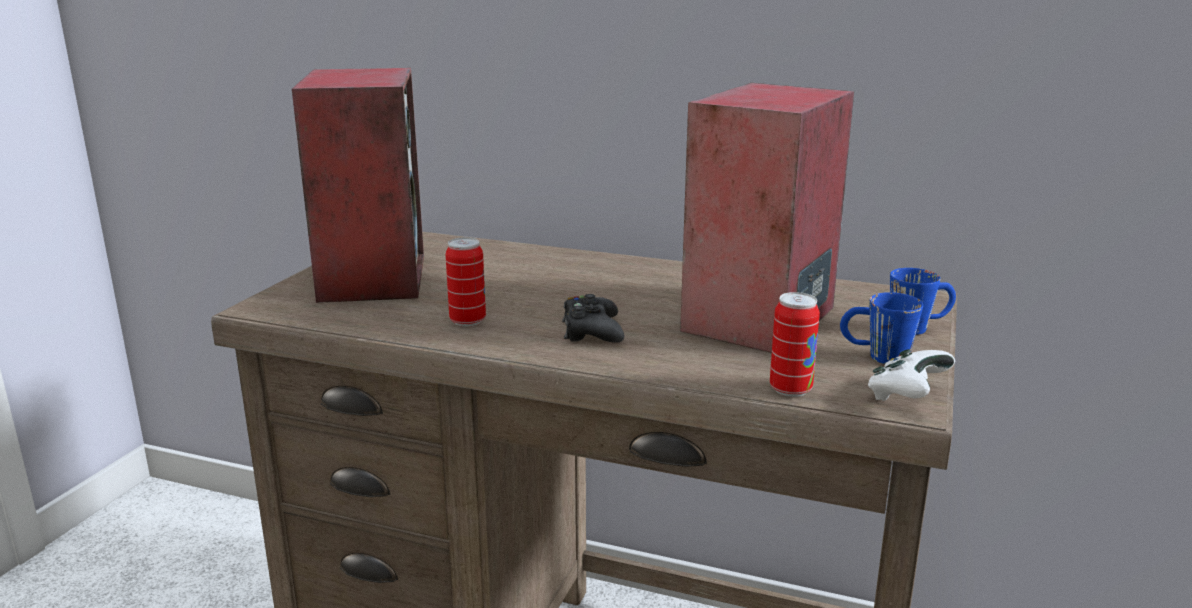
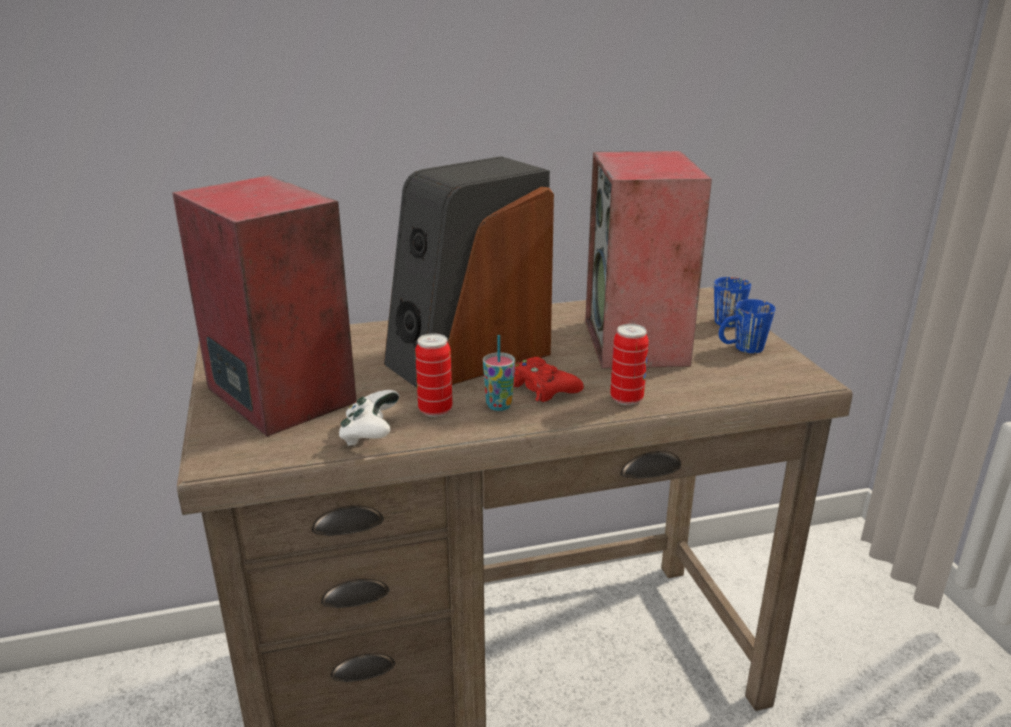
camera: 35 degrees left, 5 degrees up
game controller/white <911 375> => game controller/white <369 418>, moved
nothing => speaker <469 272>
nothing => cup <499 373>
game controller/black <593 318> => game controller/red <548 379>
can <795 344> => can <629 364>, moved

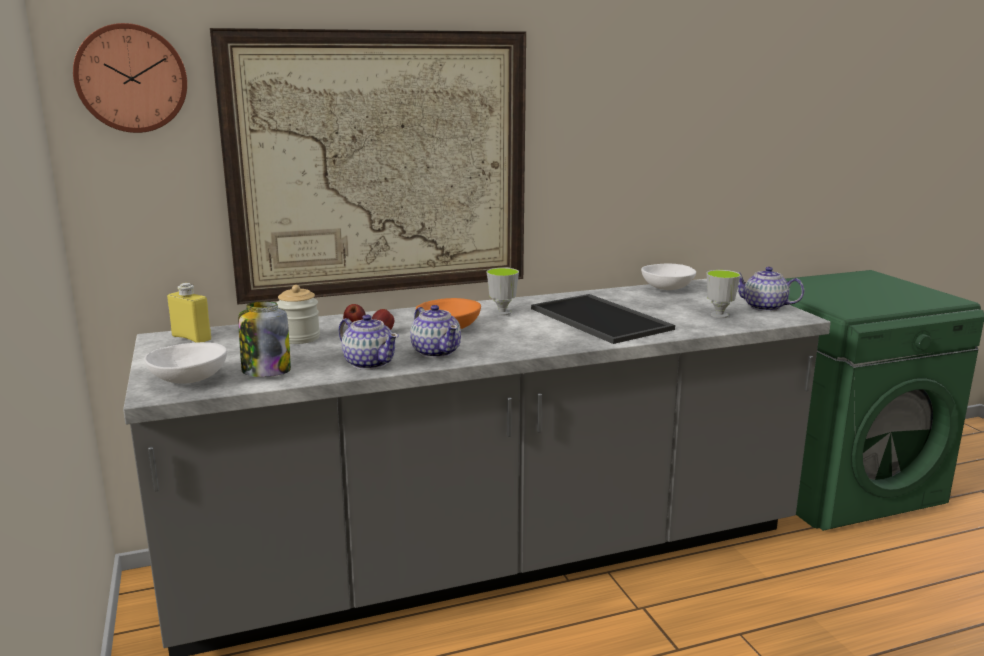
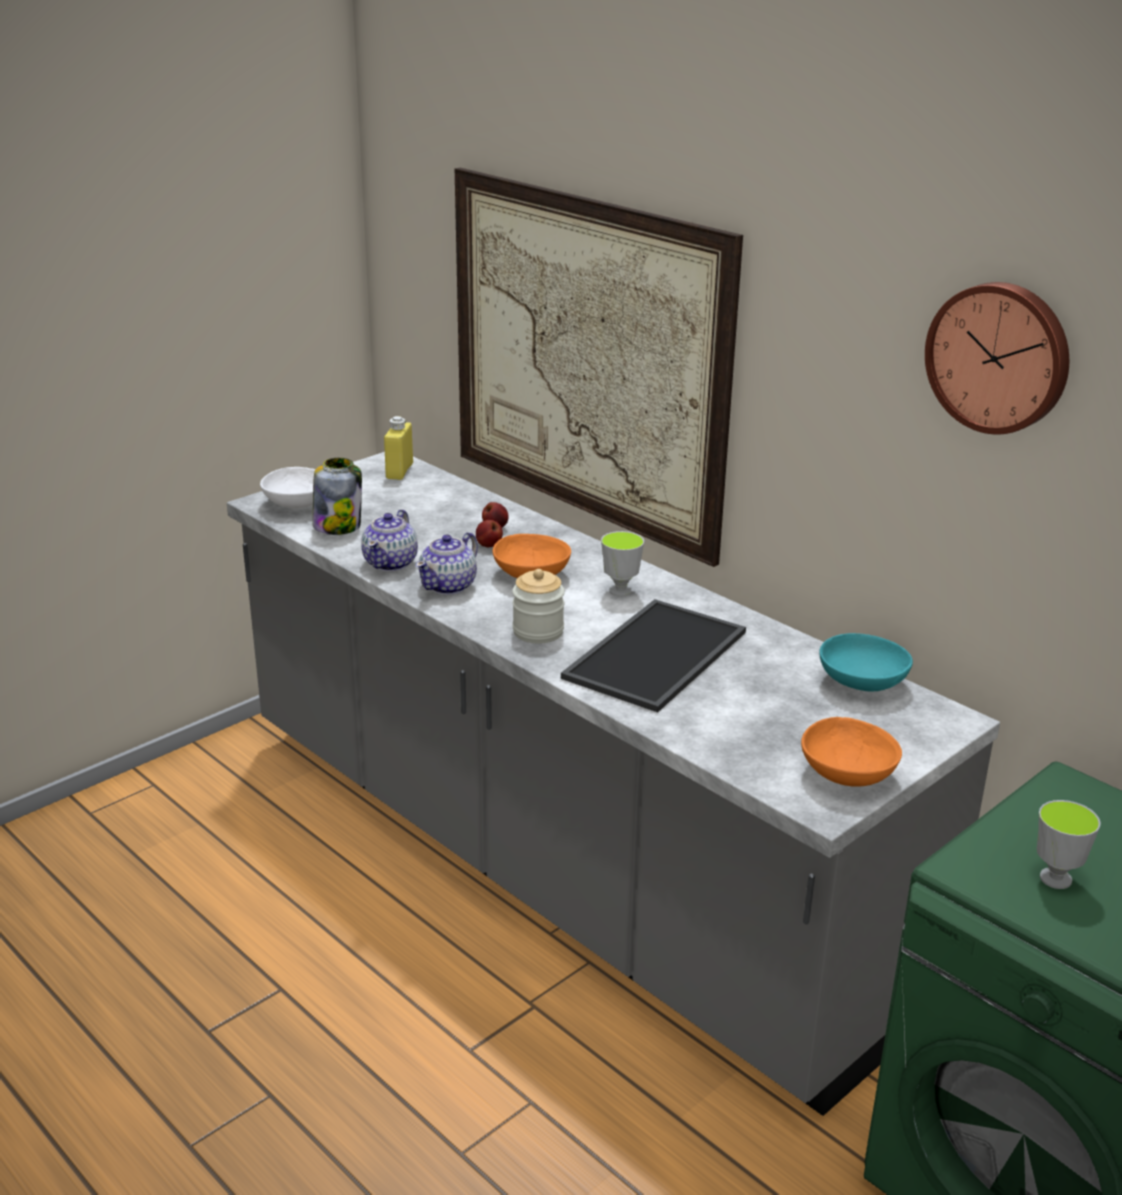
camera: 65 degrees right, 10 degrees up
jar <298 314> => jar <538 606>, moved
teapot <771 289> => bowl/orange <851 752>
bowl/white <668 277> => bowl/turquoise <866 662>
wall clock <130 78> => wall clock <997 358>, moved
cup <723 294> => cup <1069 844>, moved

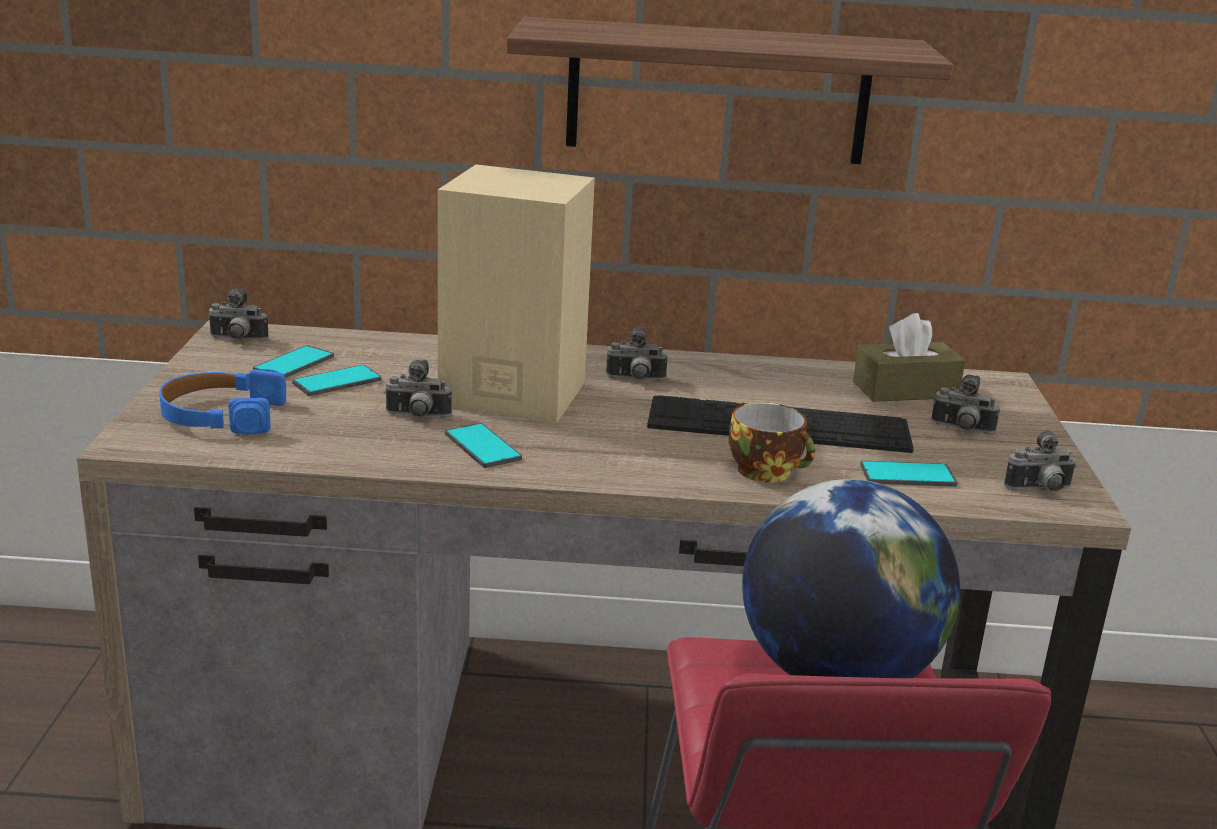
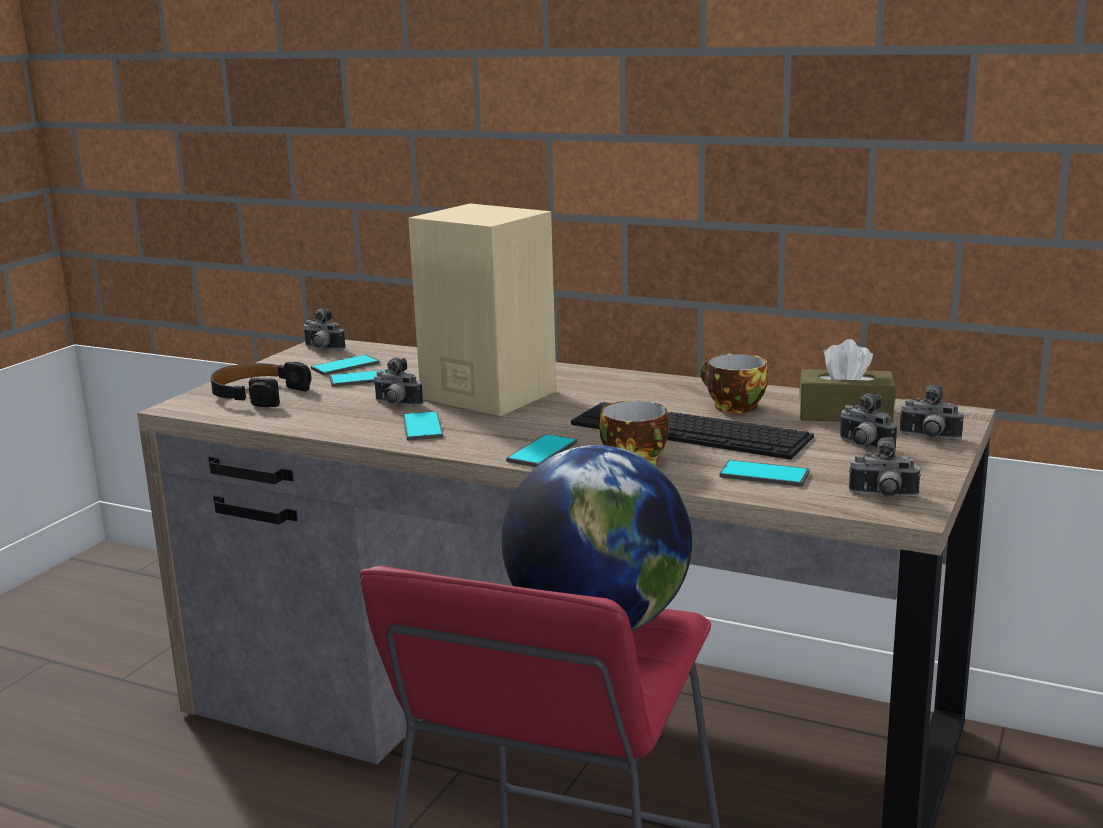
camera: 25 degrees right, 5 degrees down
headphones/blue <222 402> => headphones/black <261 384>
nothing => phone <541 450>
nothing => cup <734 383>
photo camera <637 353> => photo camera <931 412>, moved
shelf <730 90> => nothing

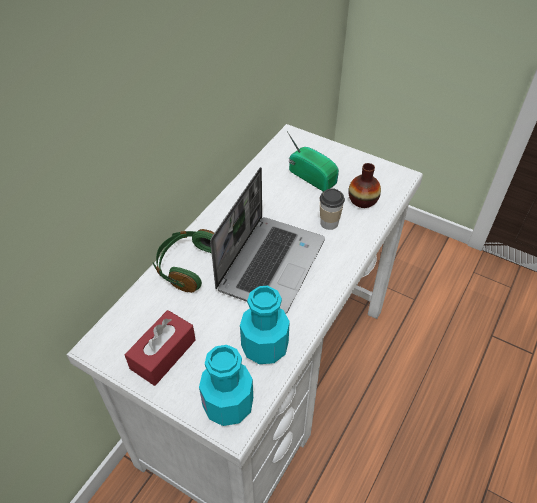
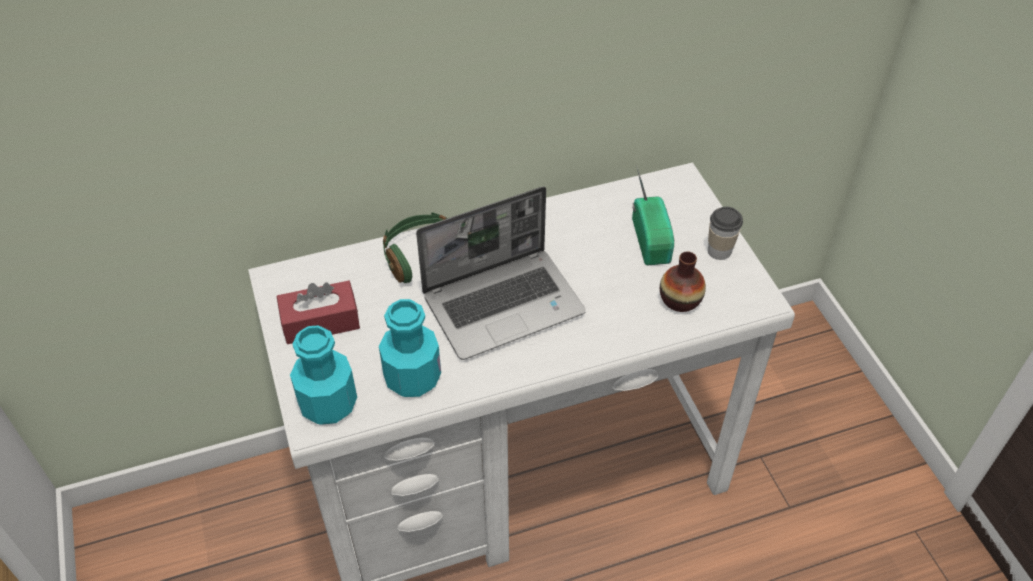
camera: 40 degrees right, 0 degrees up
cup <332 209> => cup <725 233>, moved

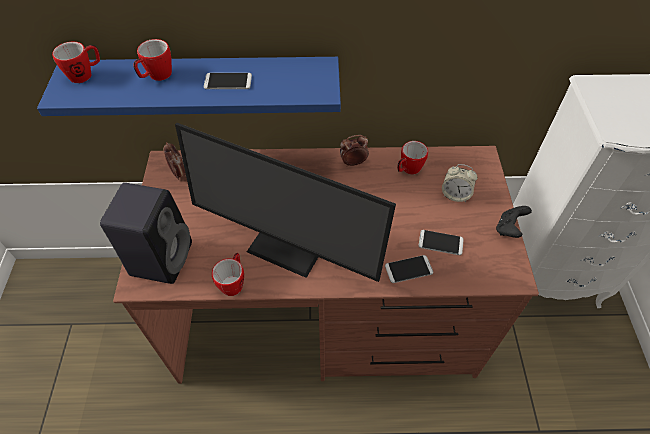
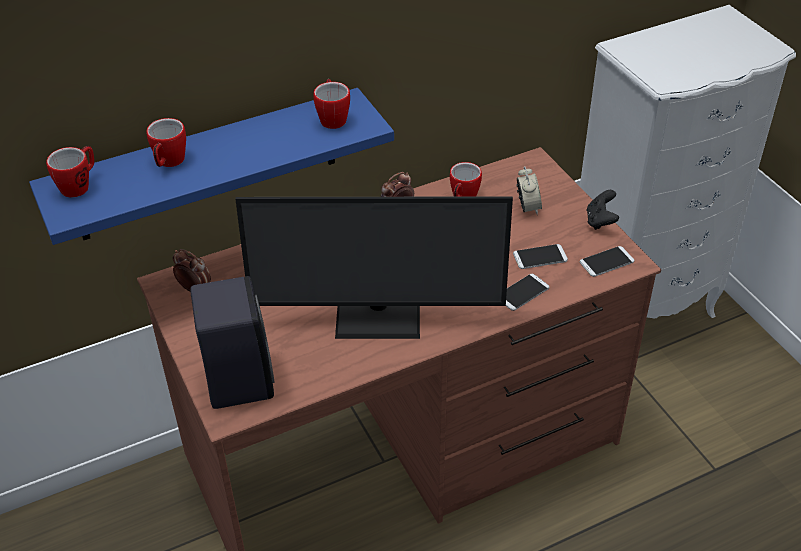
camera: 25 degrees left, 10 degrees down
mug <228 274> => mug <331 104>, moved
alarm clock <460 183> => alarm clock <529 190>, 90 degrees counterclockwise
phone <228 81> => phone <607 261>, moved

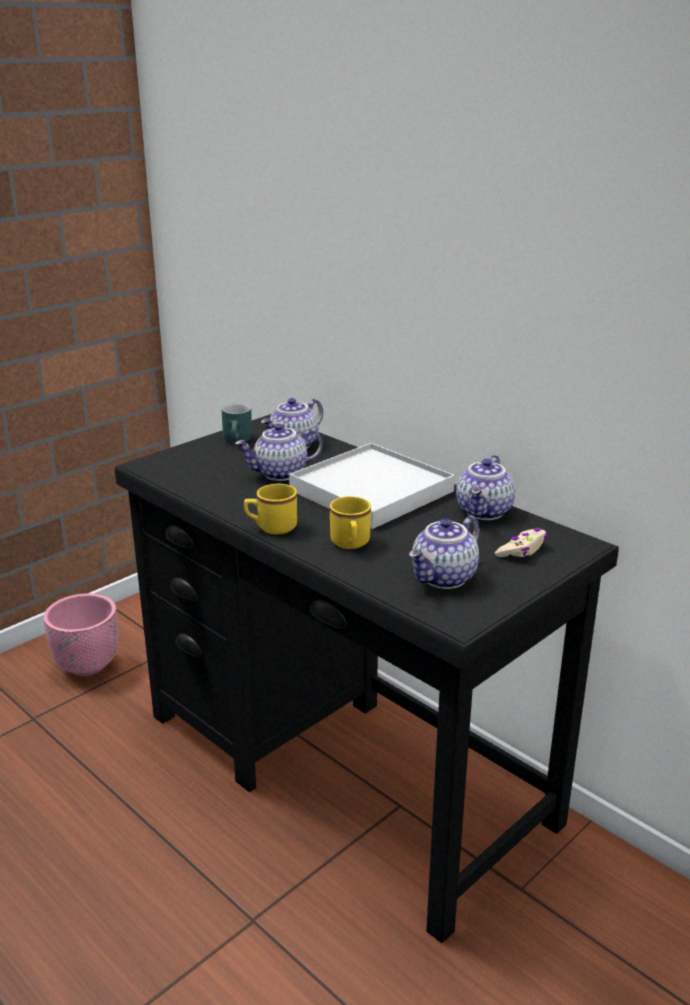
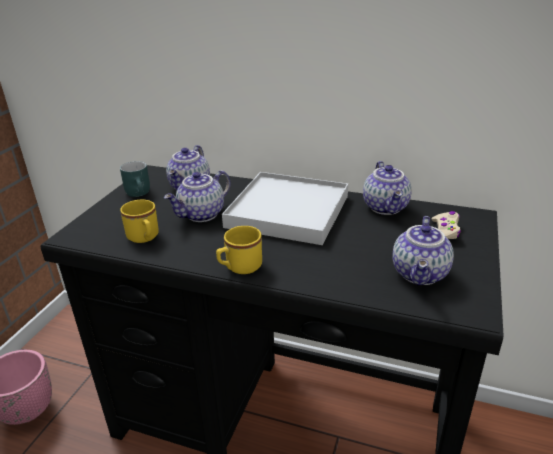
camera: 25 degrees left, 5 degrees up
mug/yellow <350 522> => mug/yellow <139 221>, moved

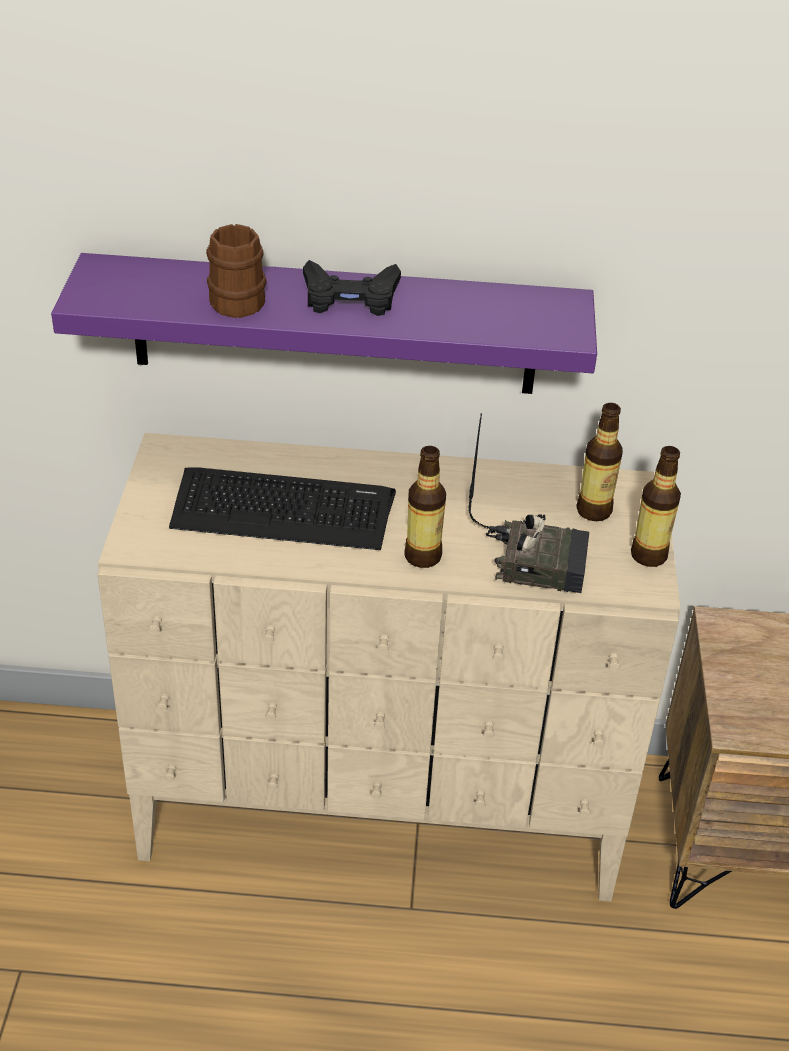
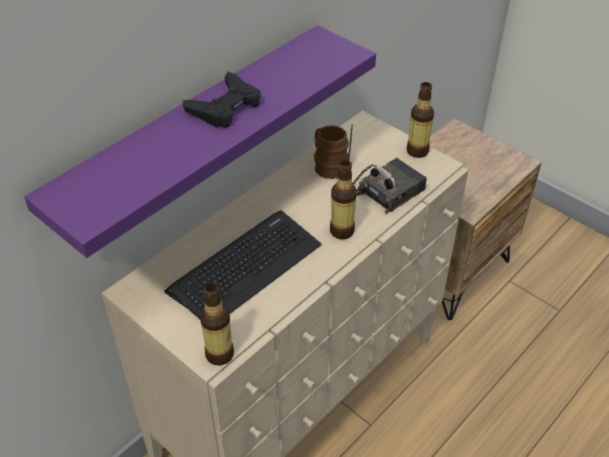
camera: 50 degrees left, 5 degrees up
bottle <599 462> => bottle <217 324>, moved
mug/brown <236 271> => mug/brown <331 152>, moved

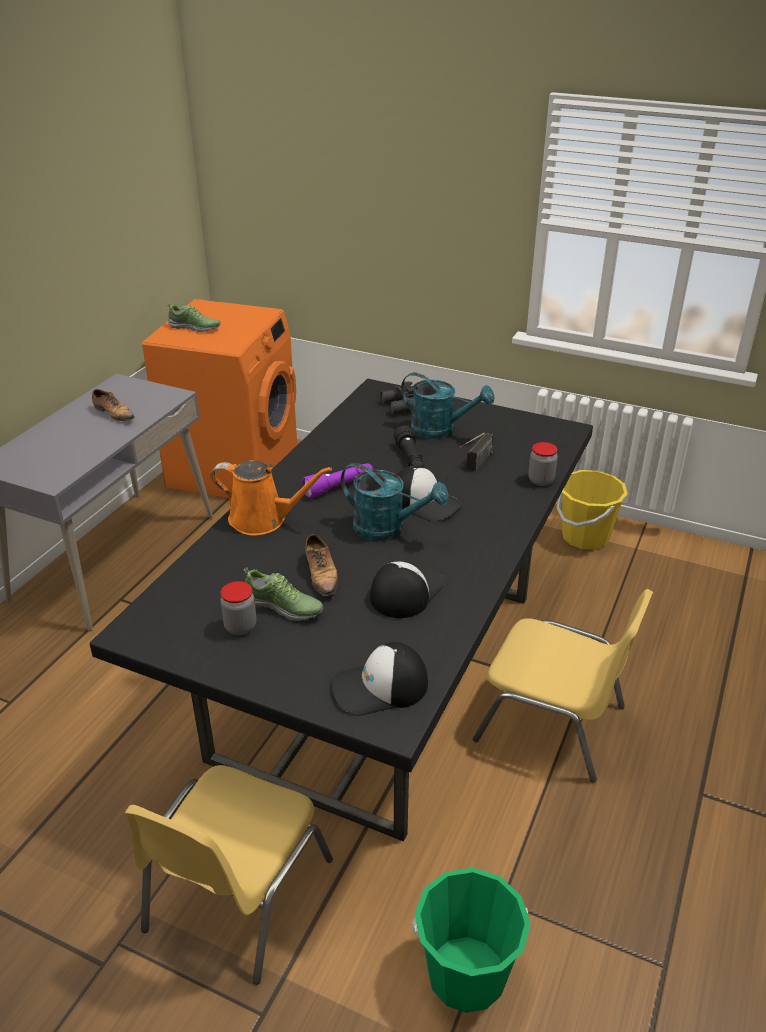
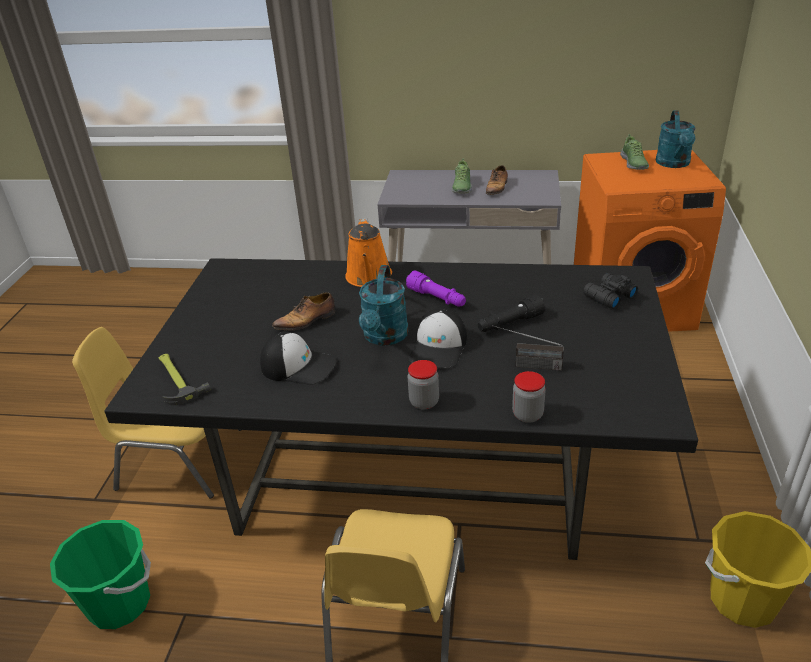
camera: 75 degrees right, 0 degrees up
cap <379 679> => hammer <185 379>
jar <238 608> => jar <423 385>, moved
shoe <283 594> => shoe <462 176>, moved
watering can/turquoise <447 406> => watering can/turquoise <676 139>, moved

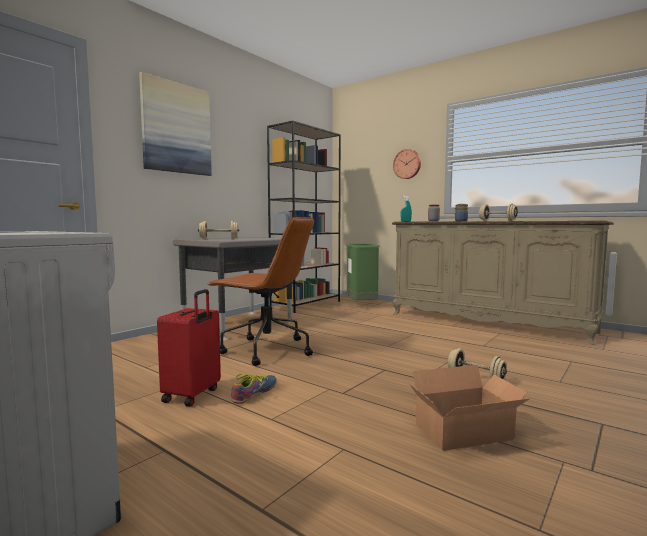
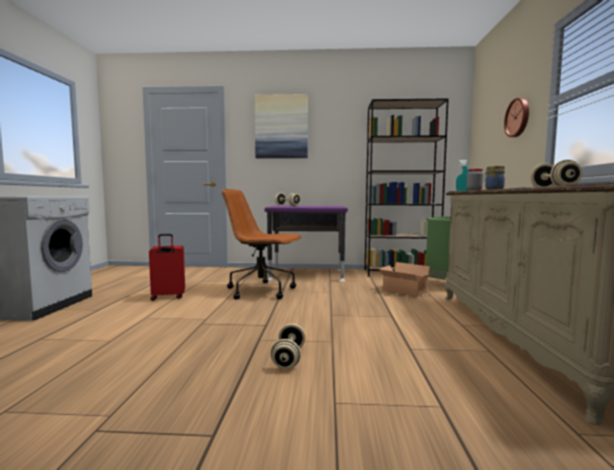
camera: 55 degrees right, 0 degrees up
office chair/brown <260 291> => office chair/brown <262 244>, 120 degrees clockwise
desk/grey <232 289> => desk/purple <306 243>
cardboard box <470 408> => cardboard box <406 279>, moved
shoe <254 389> => nothing

